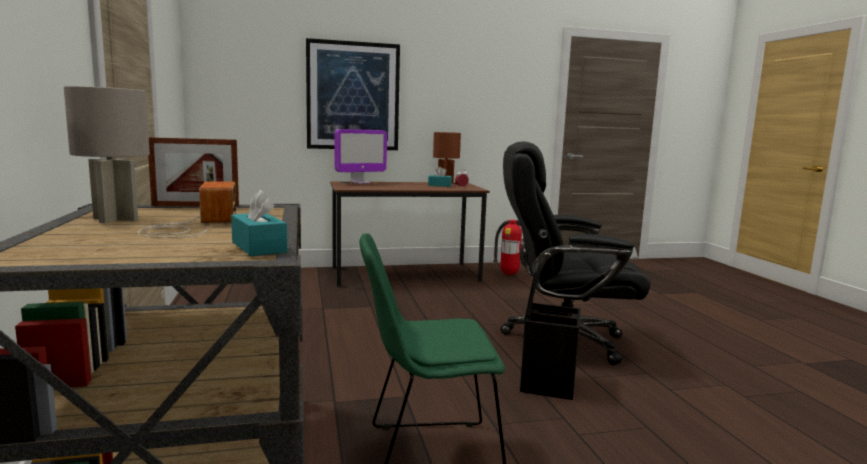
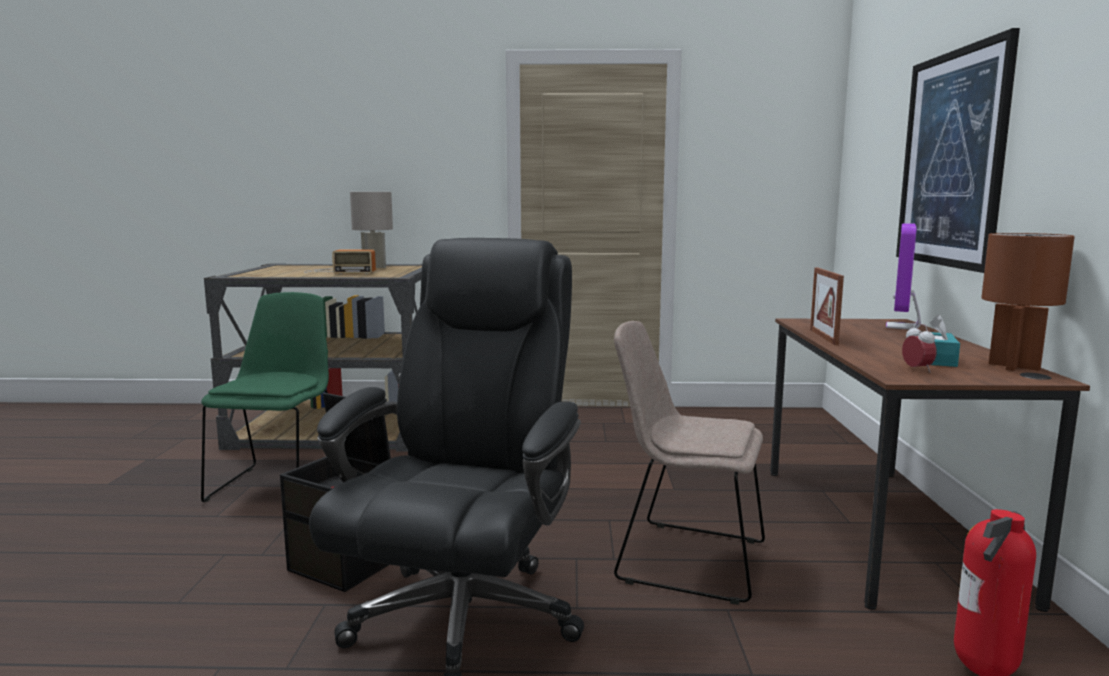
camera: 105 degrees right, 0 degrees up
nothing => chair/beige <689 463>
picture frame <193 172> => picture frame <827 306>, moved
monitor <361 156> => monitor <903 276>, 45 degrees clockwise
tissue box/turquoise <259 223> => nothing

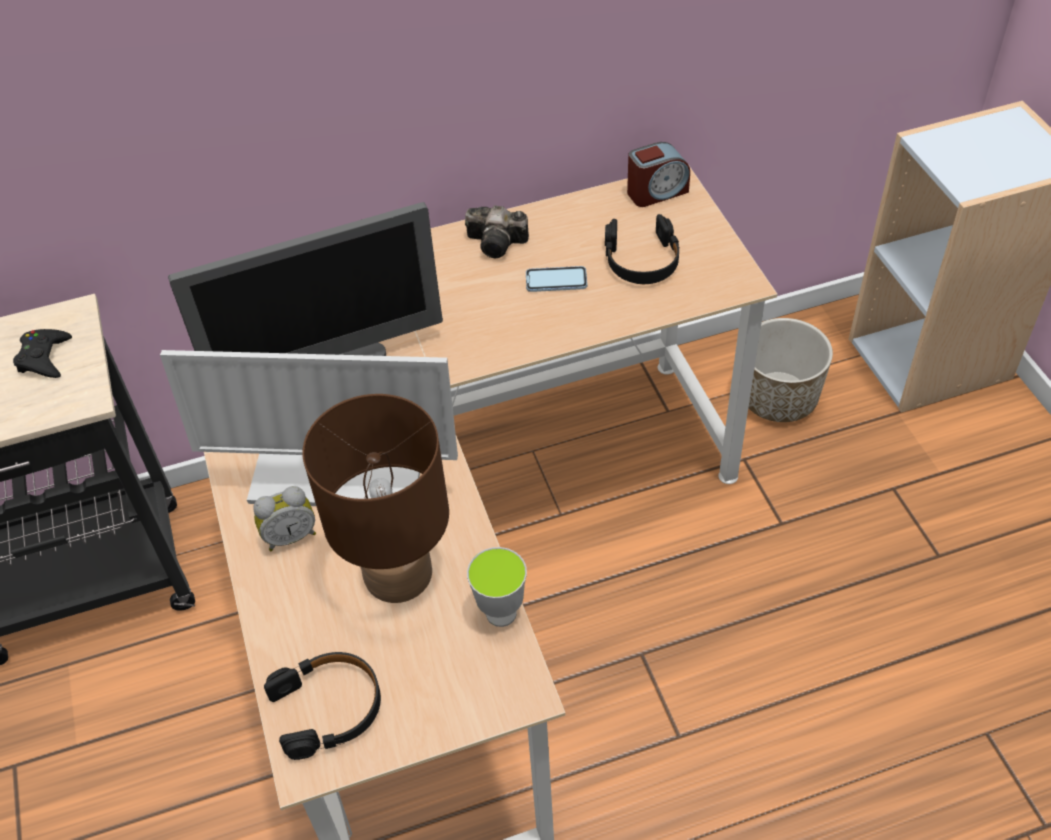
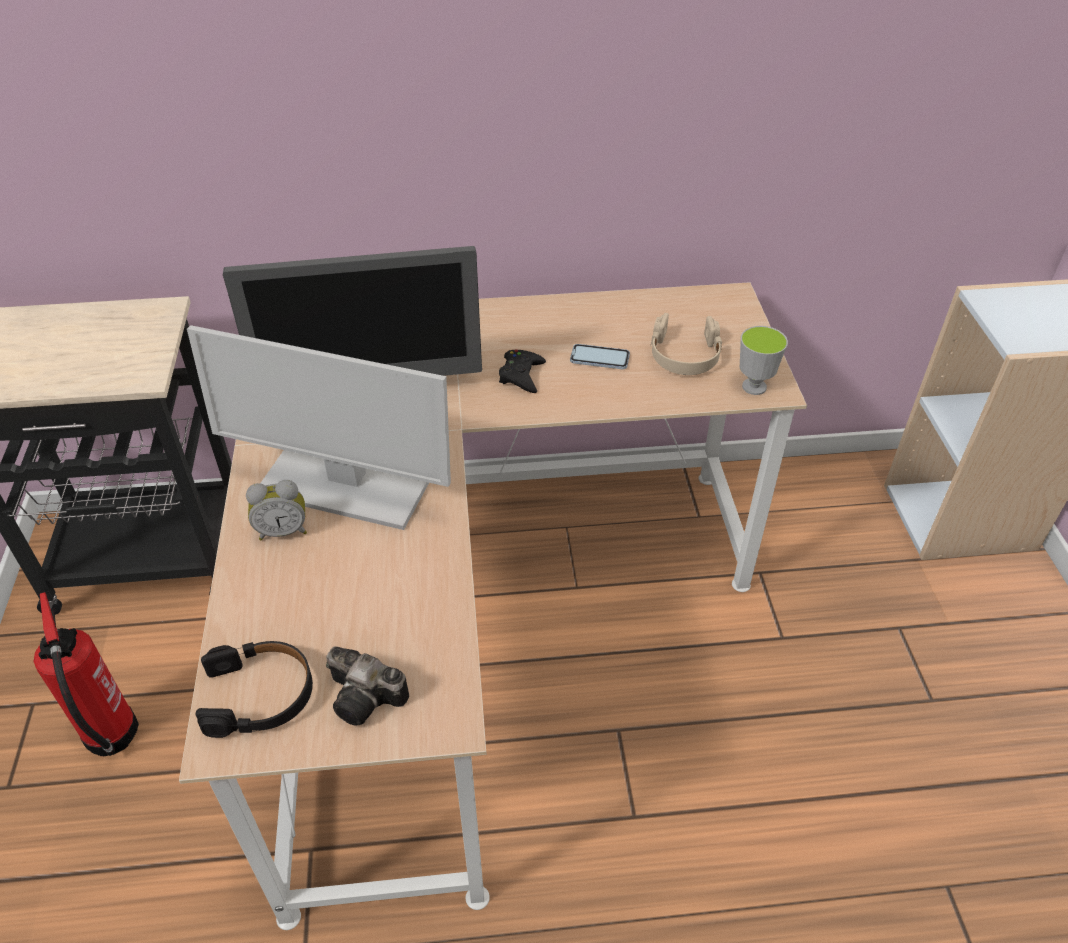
camera: 10 degrees right, 5 degrees down
nothing => fire extinguisher <86 674>
photo camera <497 231> => photo camera <367 685>, moved
game controller/black <42 353> => game controller/black <522 371>, moved
headphones/black <642 249> => headphones/beige <686 344>
cup <497 587> => cup <764 360>, moved
table lamp/brown <375 498> => nothing
alarm clock <658 174> => nothing
planter <790 370> => nothing

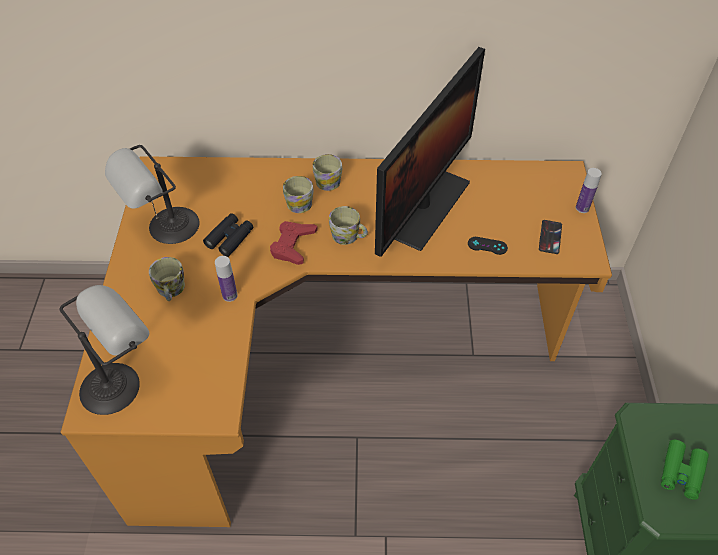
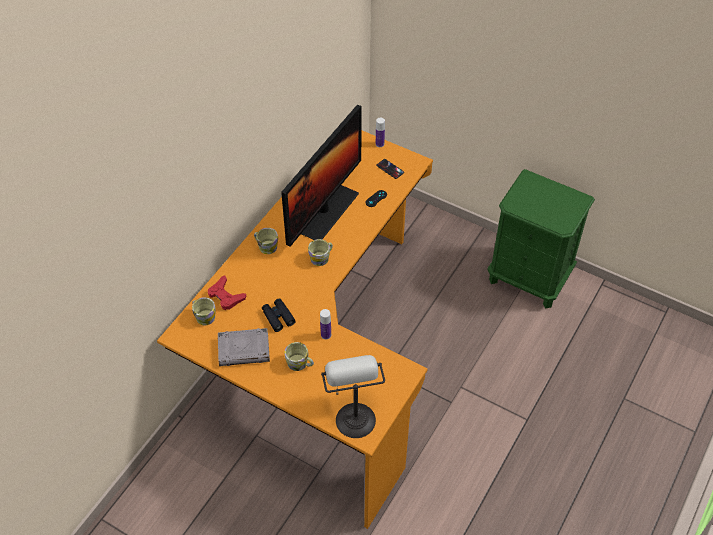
camera: 60 degrees left, 0 degrees up
mug <298 194> => mug <204 311>, moved
game controller/red <294 243> => game controller/red <227 293>, moved
table lamp <152 194> => book/grey <244 347>
monitor <430 152> => monitor <321 176>, 60 degrees clockwise
binoculars/green <685 470> => nothing

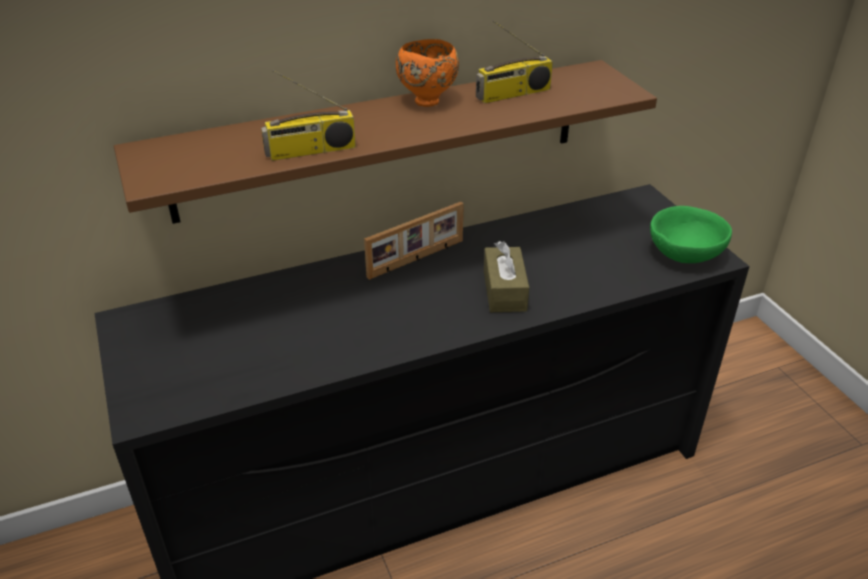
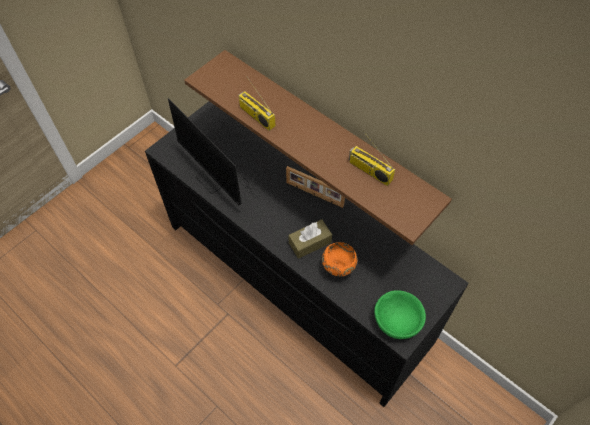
camera: 65 degrees right, 20 degrees up
nothing => monitor <213 151>
bowl/orange <427 73> => bowl/orange <340 259>, moved

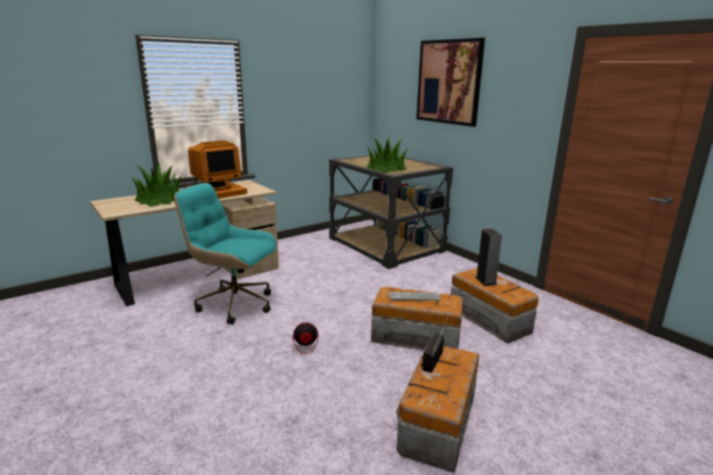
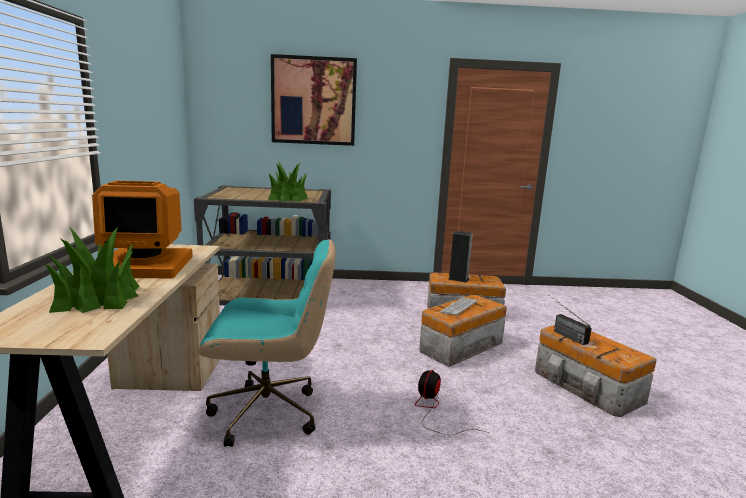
camera: 55 degrees left, 5 degrees down
monitor <216 169> => monitor <142 229>, 90 degrees clockwise
office chair/turquoise <225 254> => office chair/turquoise <267 343>, 150 degrees counterclockwise

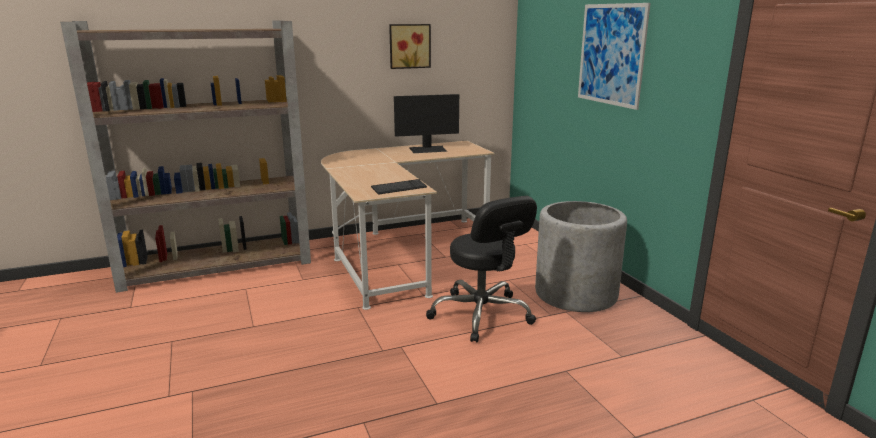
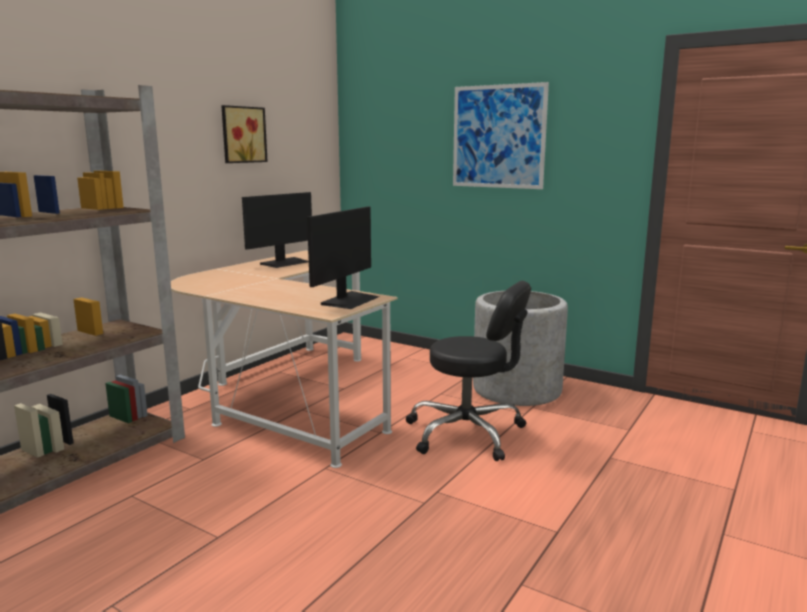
camera: 35 degrees left, 5 degrees down
keyboard <399 187> => monitor <343 258>

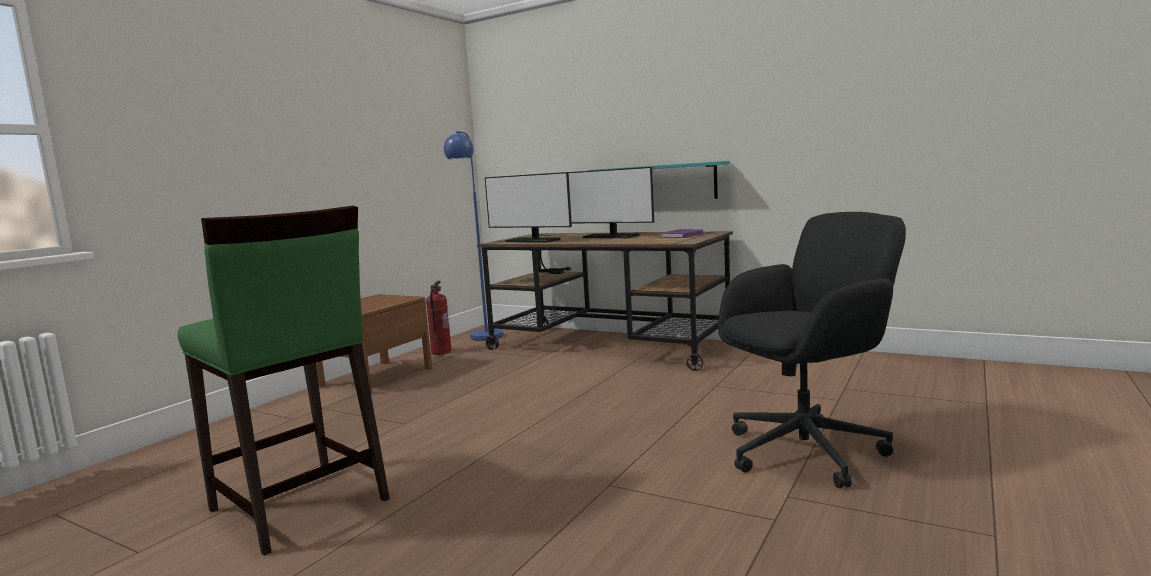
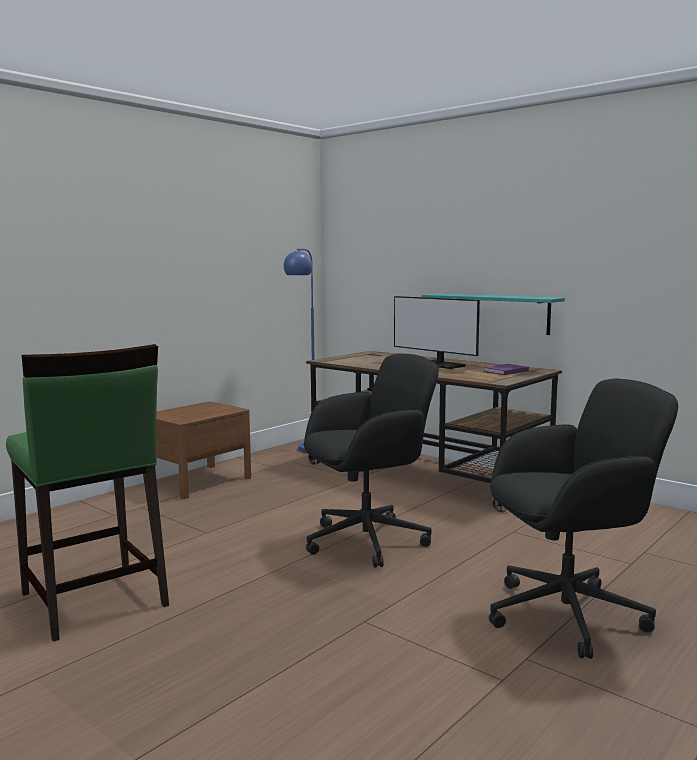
camera: 10 degrees right, 0 degrees up
nothing => office chair/black <371 461>
fire extinguisher <439 318> => nothing
monitor <528 207> => nothing

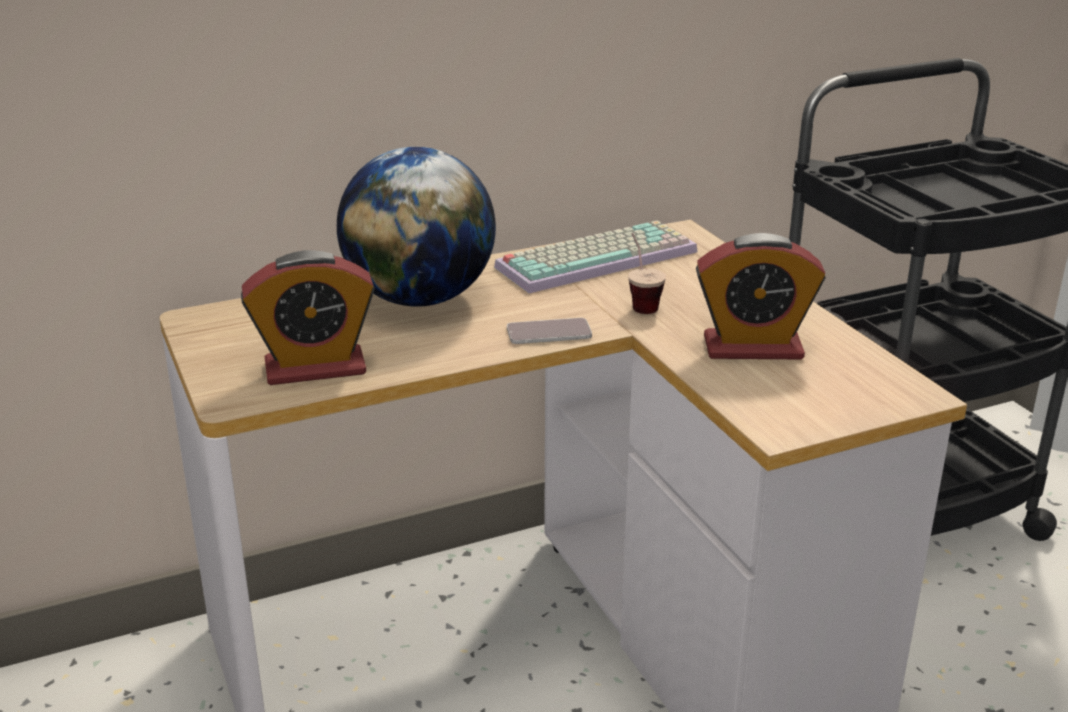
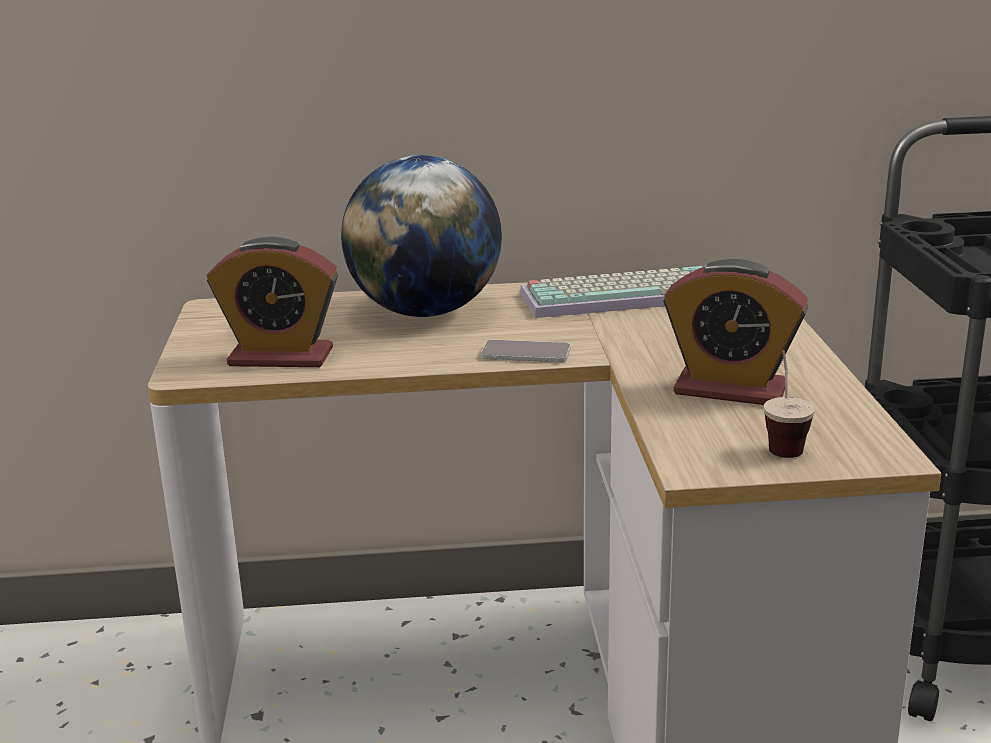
camera: 20 degrees right, 5 degrees down
cup <647 273> => cup <789 404>, moved

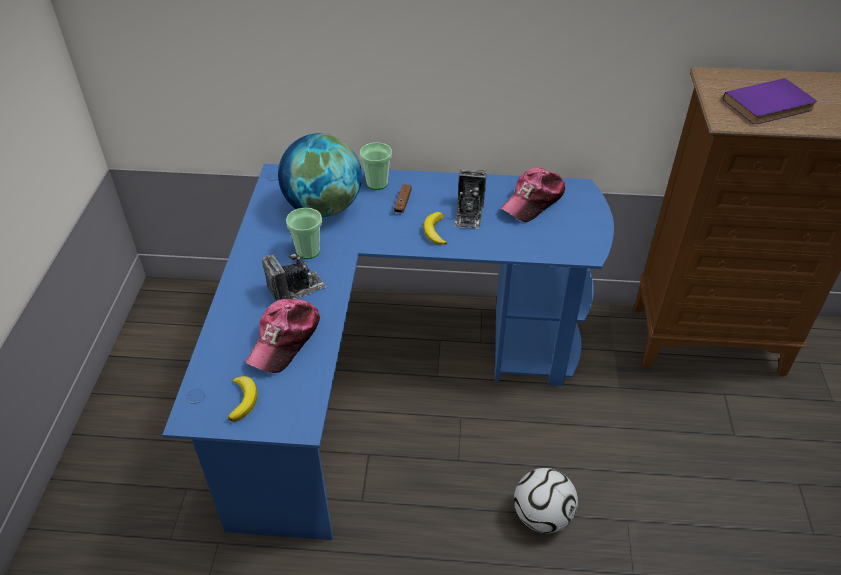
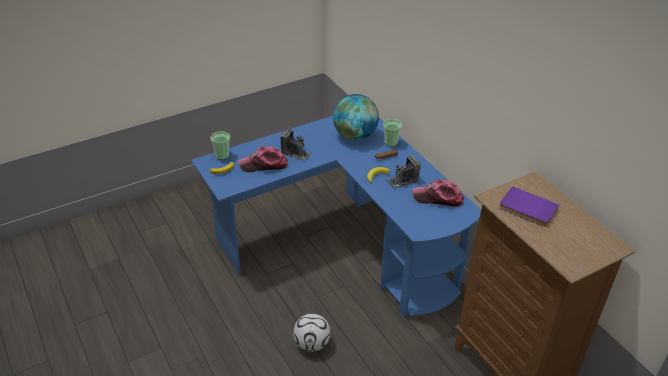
camera: 55 degrees right, 5 degrees down
cup <304 233> => cup <220 145>, moved

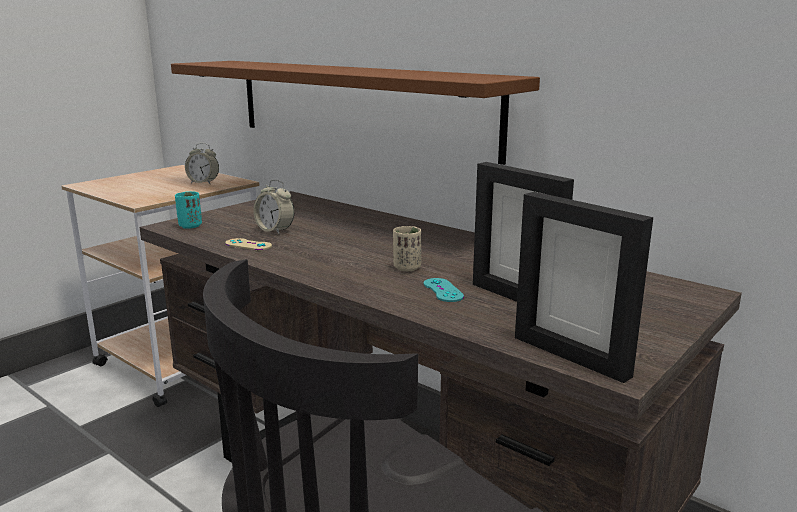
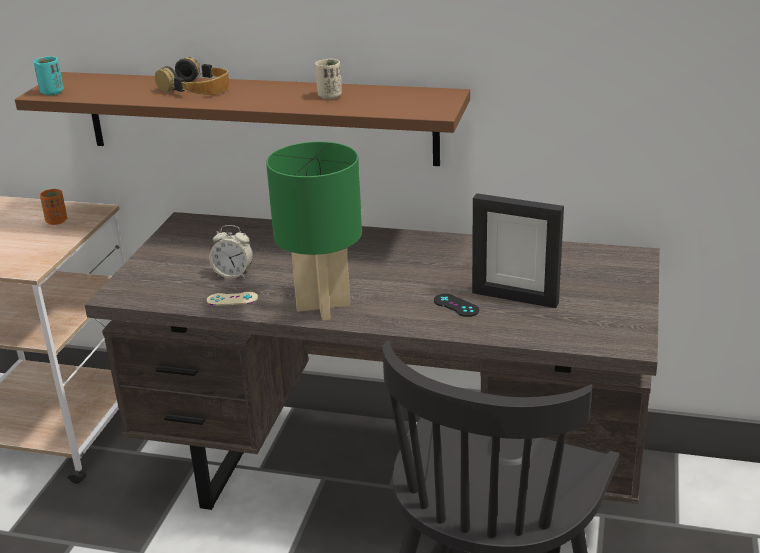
camera: 25 degrees left, 10 degrees up
cup/turquoise <188 210> => cup/turquoise <48 75>, moved
alarm clock <202 163> => cup/orange <53 207>
nothing => headphones <192 76>
nothing => table lamp/green <314 231>
cup/beige <407 248> => cup/beige <328 79>, moved
game controller/turquoise <444 290> => game controller/black <456 305>
picture frame <584 287> => nothing

